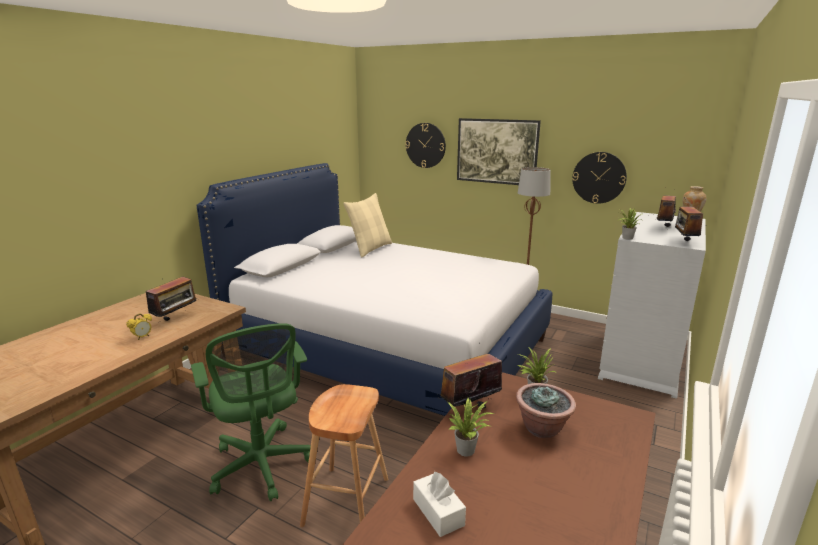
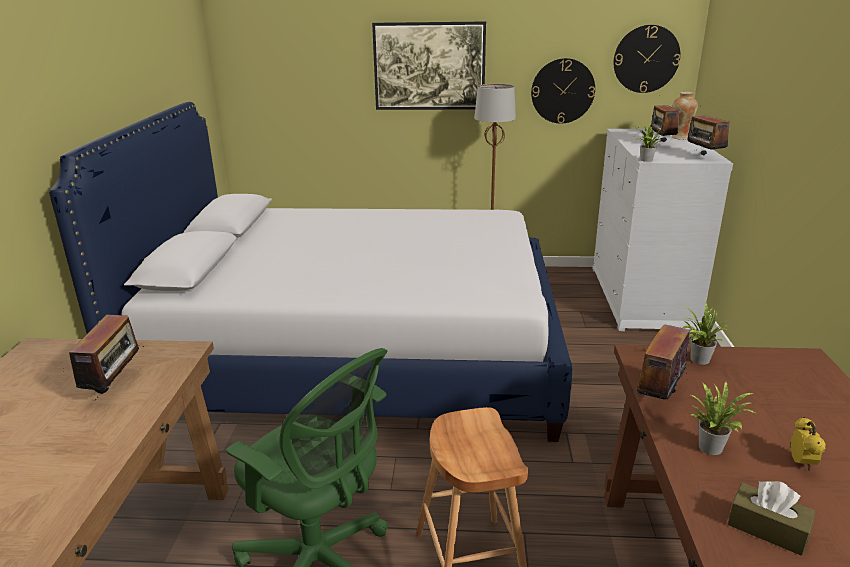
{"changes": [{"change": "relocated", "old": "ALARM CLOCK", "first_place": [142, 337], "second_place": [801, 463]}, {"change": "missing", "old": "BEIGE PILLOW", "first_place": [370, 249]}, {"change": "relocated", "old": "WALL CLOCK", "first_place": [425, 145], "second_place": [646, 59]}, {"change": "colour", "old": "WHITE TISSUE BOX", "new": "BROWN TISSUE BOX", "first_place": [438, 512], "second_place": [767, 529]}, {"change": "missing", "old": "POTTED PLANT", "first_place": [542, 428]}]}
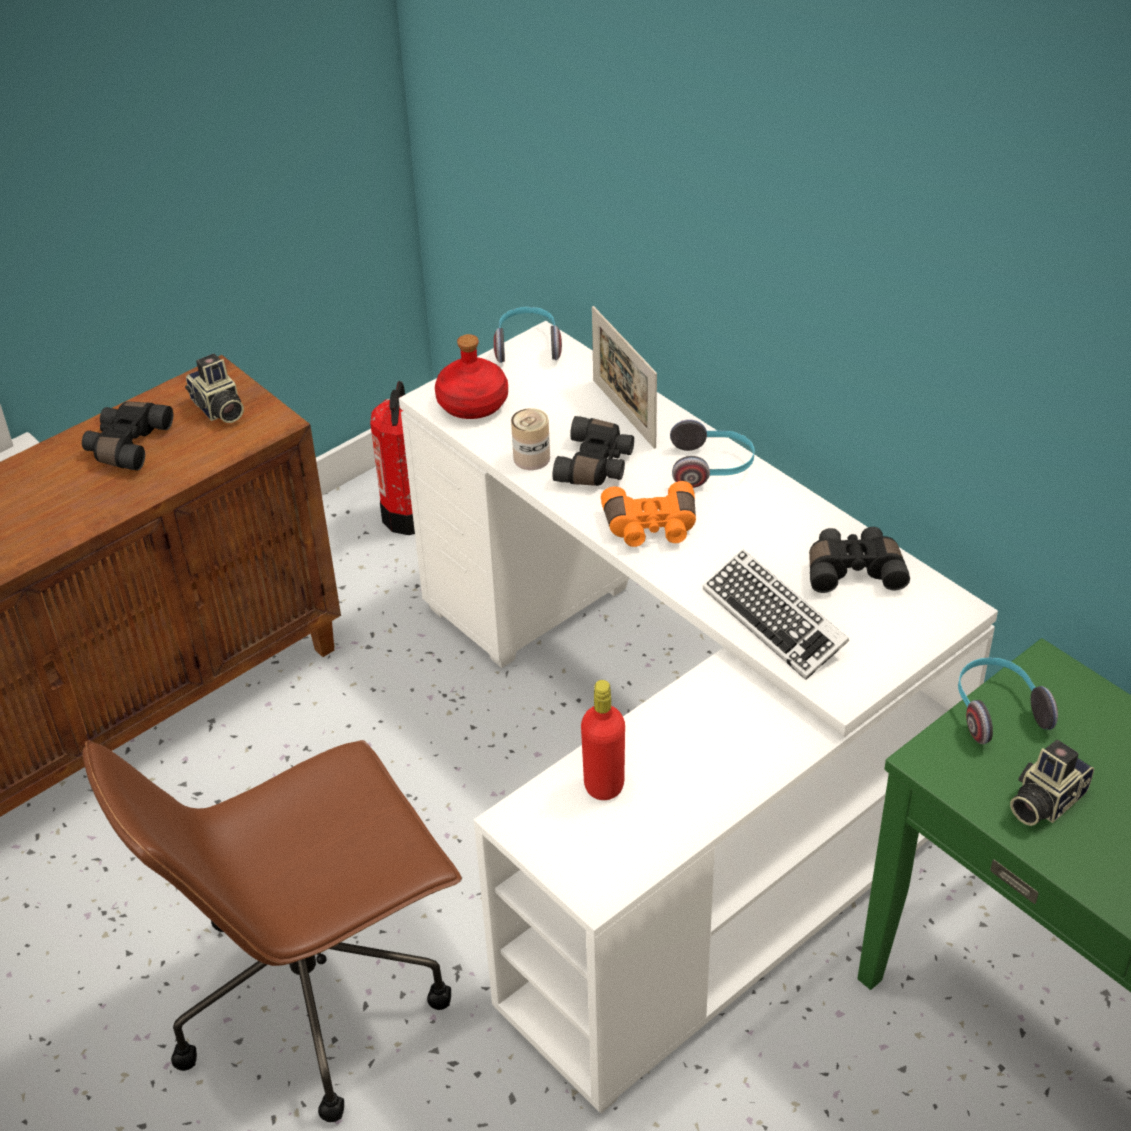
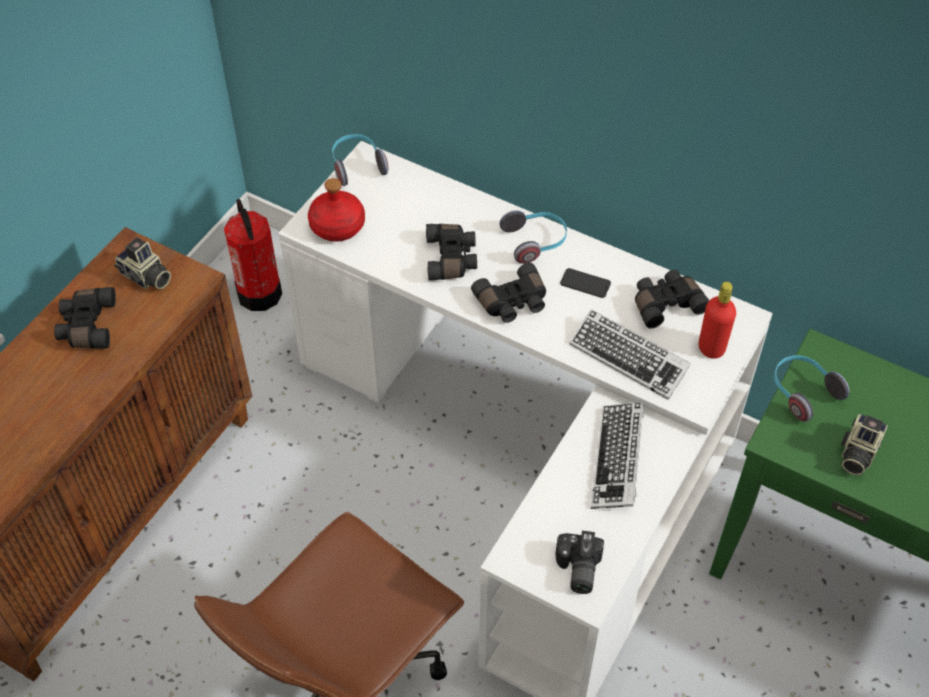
{"changes": [{"change": "missing", "old": "CAN", "first_place": [531, 458]}, {"change": "relocated", "old": "RED BOTTLE", "first_place": [604, 785], "second_place": [711, 348]}, {"change": "missing", "old": "PICTURE FRAME", "first_place": [624, 413]}, {"change": "colour", "old": "ORANGE BINOCULARS", "new": "BLACK BINOCULARS", "first_place": [651, 528], "second_place": [513, 303]}, {"change": "appeared", "new": "PHOTO CAMERA", "second_place": [576, 569]}, {"change": "appeared", "new": "PHONE", "second_place": [585, 283]}, {"change": "appeared", "new": "KEYBOARD", "second_place": [617, 460]}]}
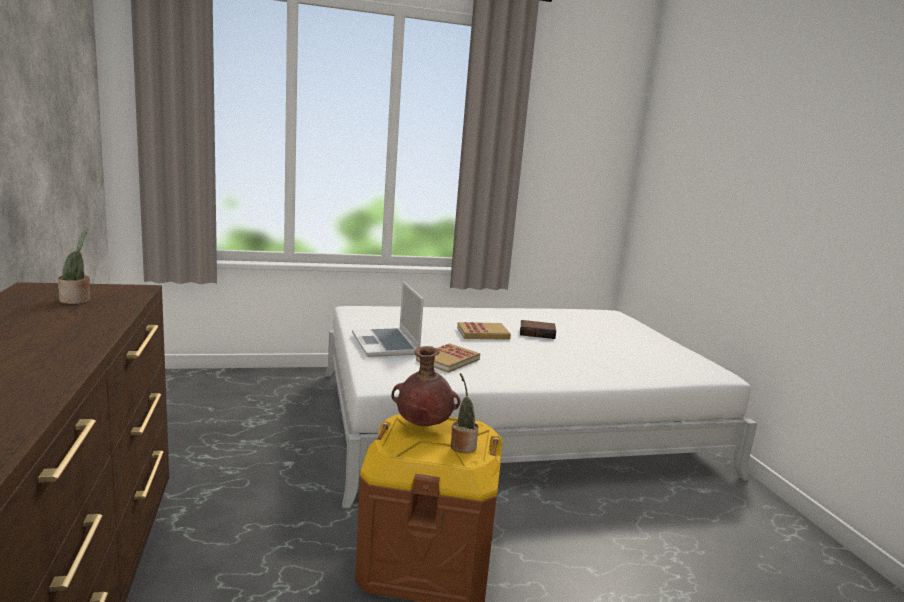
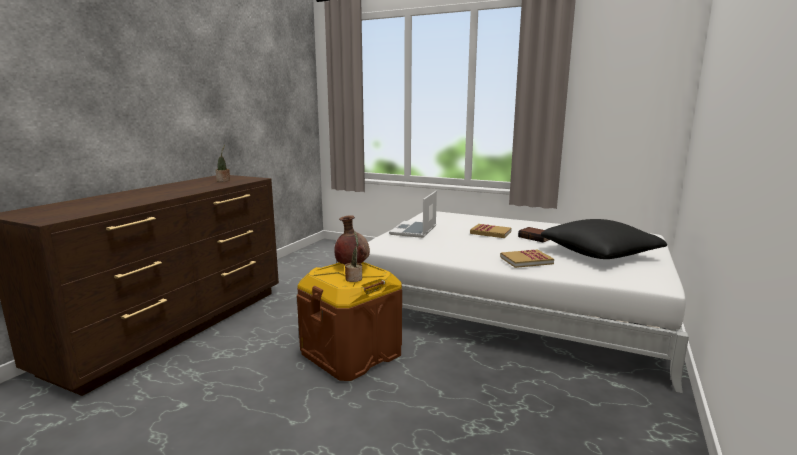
{"changes": [{"change": "relocated", "old": "BOOK", "first_place": [448, 360], "second_place": [526, 260]}, {"change": "appeared", "new": "BLACK PILLOW", "second_place": [599, 254]}]}
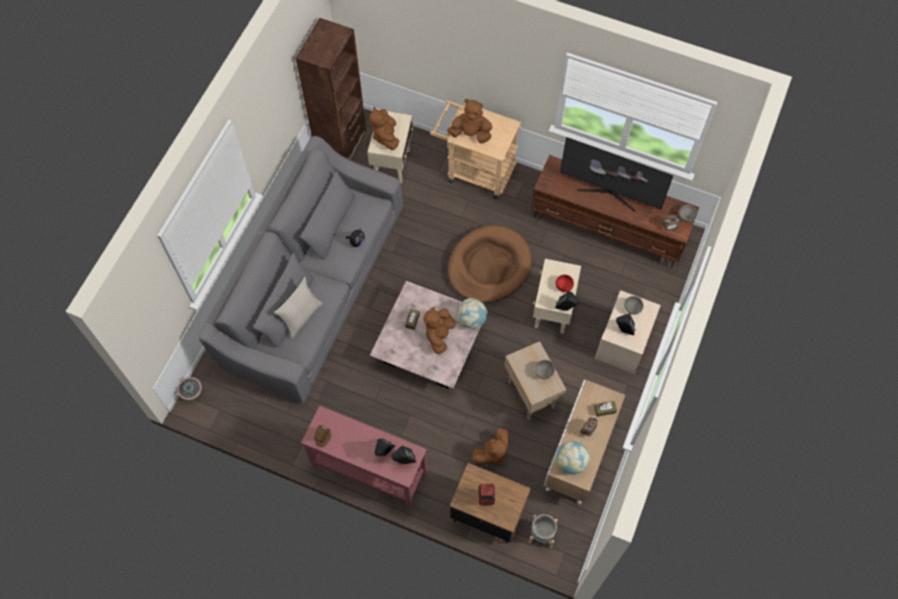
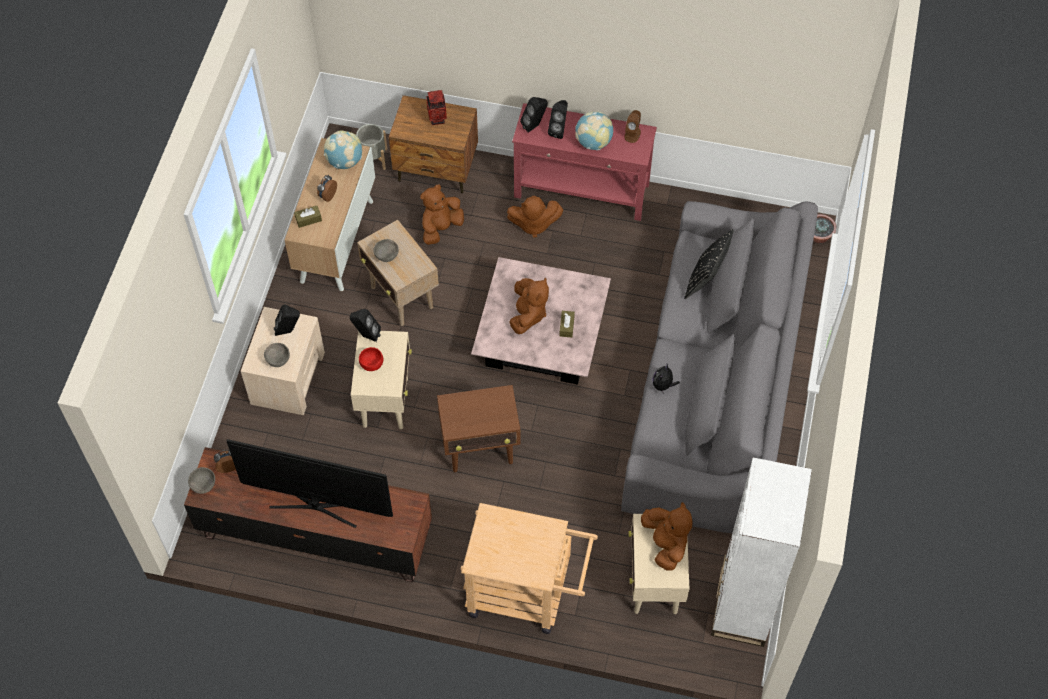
{"changes": [{"change": "colour", "old": "BEIGE PILLOW", "new": "BLACK PILLOW", "first_place": [301, 317], "second_place": [706, 279]}, {"change": "colour", "old": "BROWN BOOKCASE", "new": "WHITE BOOKCASE", "first_place": [341, 144], "second_place": [742, 605]}, {"change": "relocated", "old": "BROWN PLUSH TOY", "first_place": [471, 134], "second_place": [533, 224]}, {"change": "exchanged", "old": "BROWN DOG BED", "new": "BROWN SIDE TABLE", "first_place": [489, 266], "second_place": [481, 450]}, {"change": "relocated", "old": "GLOBE", "first_place": [471, 319], "second_place": [593, 142]}]}
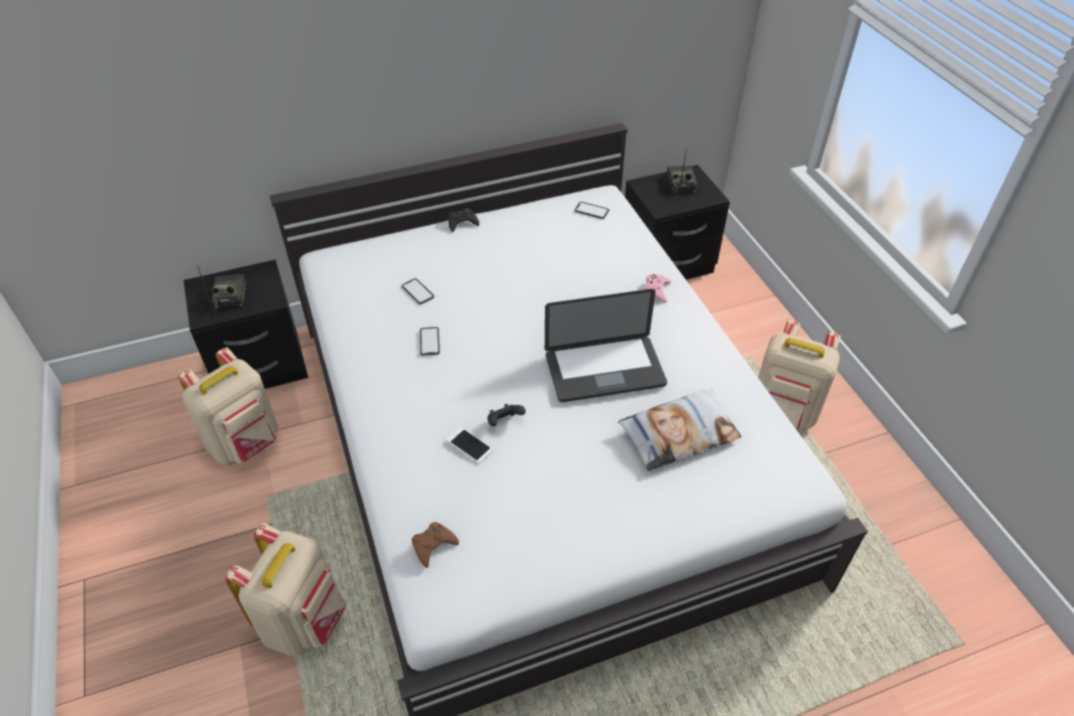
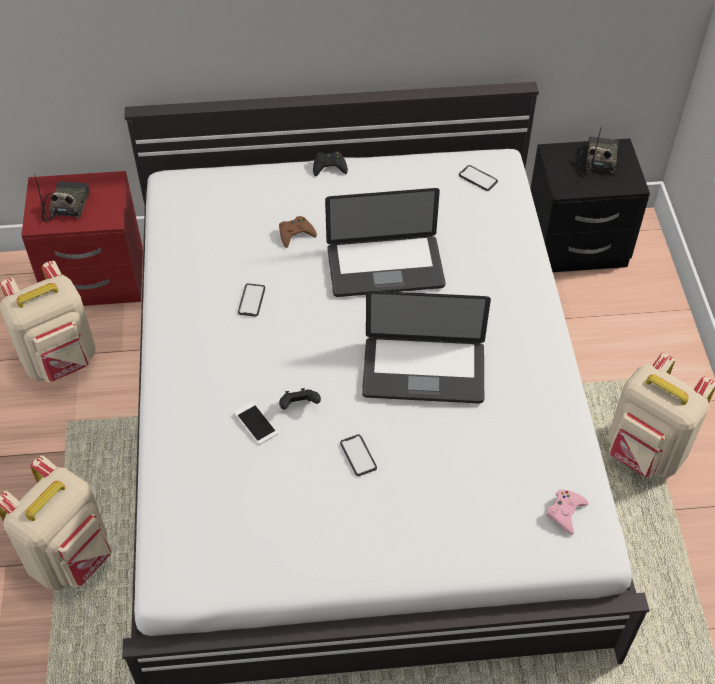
{"changes": [{"change": "colour", "old": "BLACK NIGHTSTAND", "new": "RED NIGHTSTAND", "first_place": [260, 367], "second_place": [96, 280]}, {"change": "relocated", "old": "PHONE", "first_place": [417, 291], "second_place": [358, 455]}, {"change": "relocated", "old": "BROWN GAME CONTROLLER", "first_place": [433, 545], "second_place": [295, 234]}, {"change": "missing", "old": "PILLOW", "first_place": [678, 433]}, {"change": "relocated", "old": "PINK GAME CONTROLLER", "first_place": [656, 290], "second_place": [565, 512]}, {"change": "appeared", "new": "LAPTOP", "second_place": [385, 267]}]}
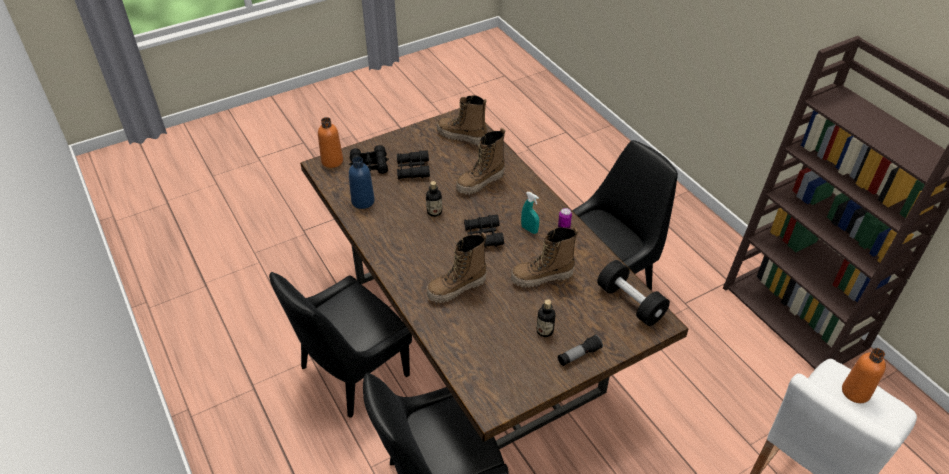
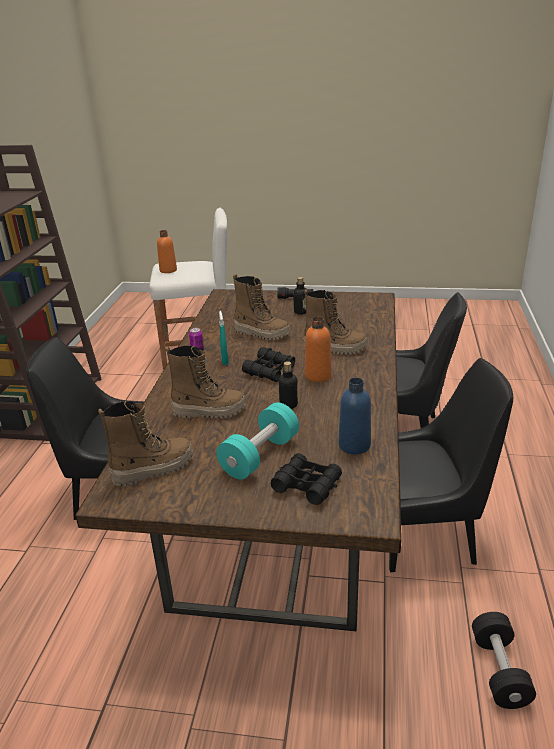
{"changes": [{"change": "relocated", "old": "ORANGE BOTTLE", "first_place": [332, 161], "second_place": [318, 376]}, {"change": "exchanged", "old": "BLACK BINOCULARS", "new": "TURQUOISE DUMBBELL", "first_place": [413, 169], "second_place": [260, 456]}, {"change": "spun", "old": "BOOT", "first_place": [462, 137], "second_place": [153, 469], "degrees": -90}, {"change": "relocated", "old": "BLACK DUMBBELL", "first_place": [630, 303], "second_place": [499, 671]}]}
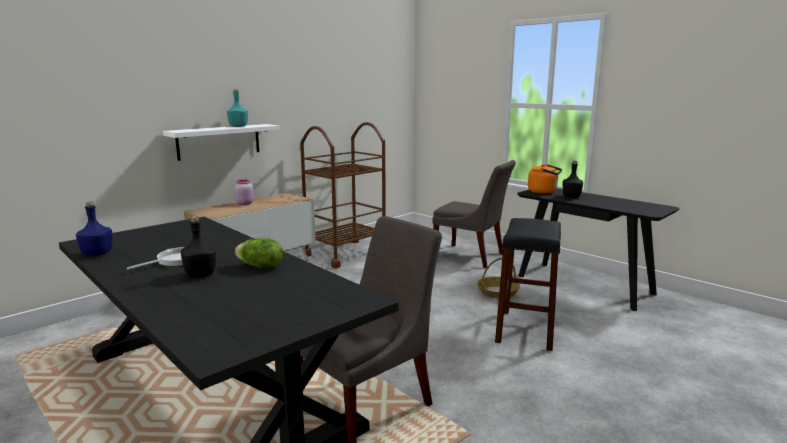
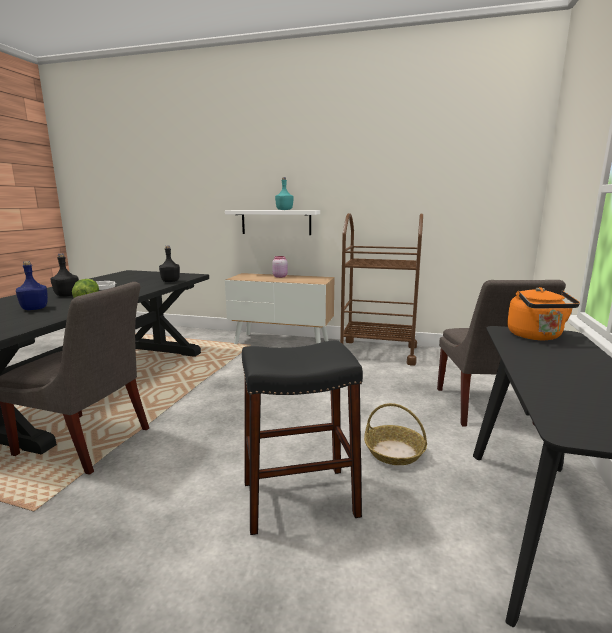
{"changes": [{"change": "relocated", "old": "BLUE BOTTLE", "first_place": [97, 254], "second_place": [34, 309]}, {"change": "relocated", "old": "BLACK BOTTLE", "first_place": [571, 197], "second_place": [170, 281]}]}
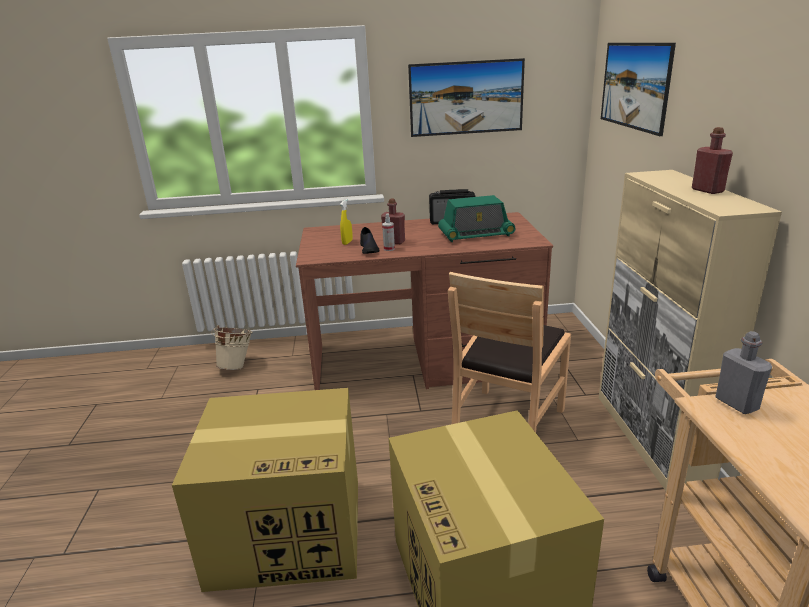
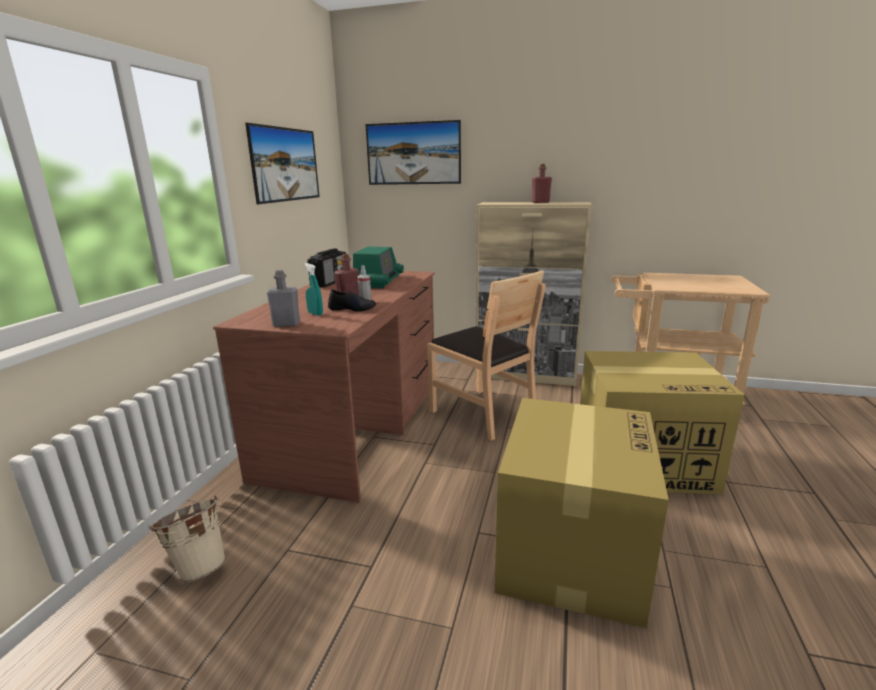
{"changes": [{"change": "colour", "old": "YELLOW SPRAY BOTTLE", "new": "TURQUOISE SPRAY BOTTLE", "first_place": [347, 242], "second_place": [315, 314]}, {"change": "relocated", "old": "GREY BOTTLE", "first_place": [736, 403], "second_place": [286, 324]}]}
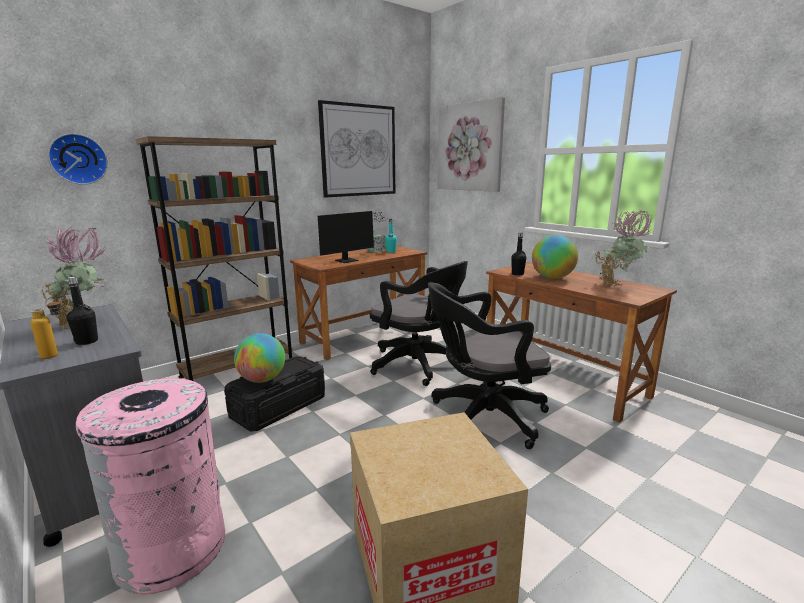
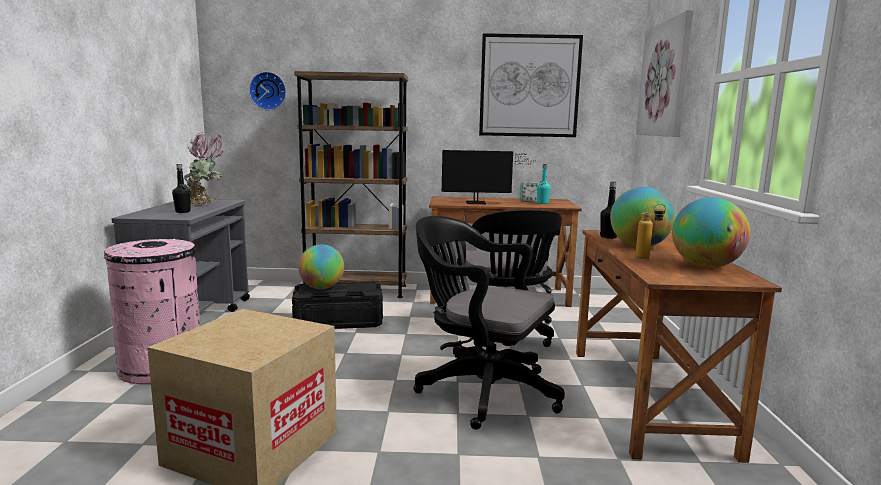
{"changes": [{"change": "relocated", "old": "BOTTLE", "first_place": [57, 354], "second_place": [648, 257]}, {"change": "exchanged", "old": "POTTED PLANT", "new": "GLOBE", "first_place": [618, 284], "second_place": [705, 266]}]}
